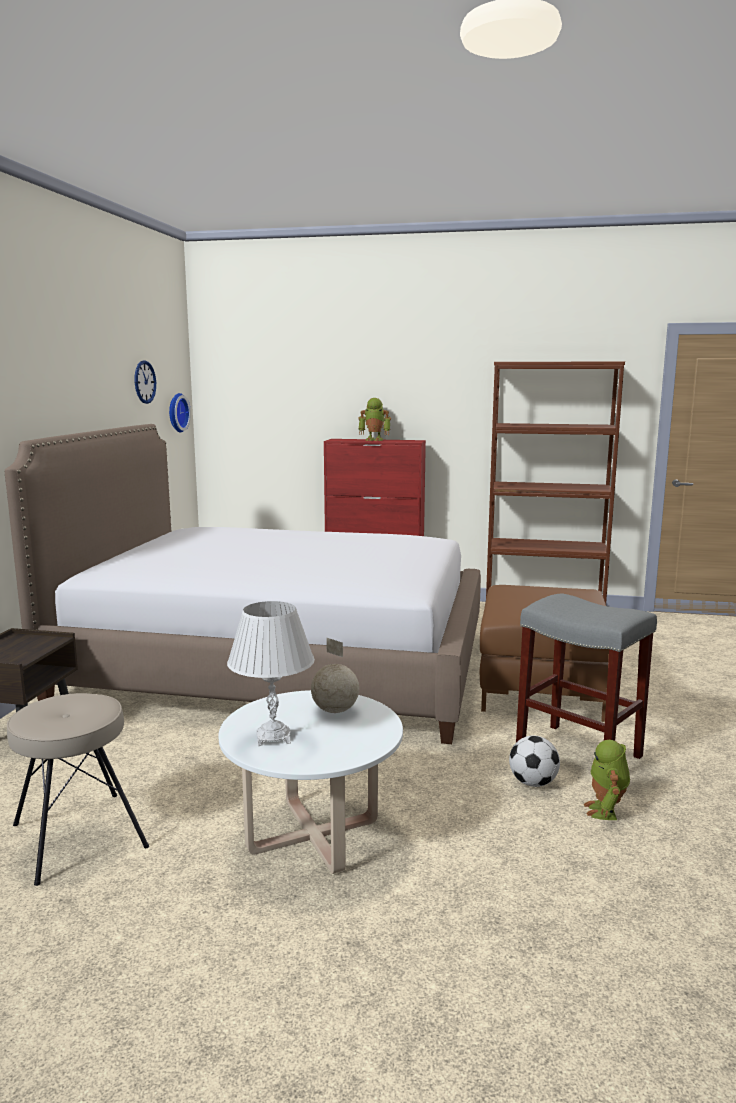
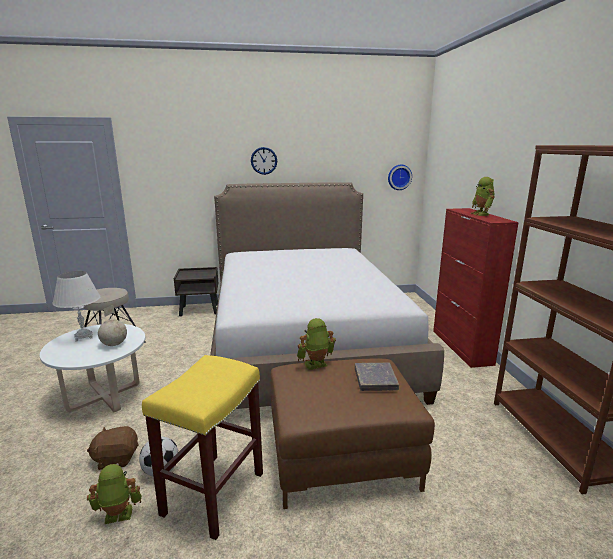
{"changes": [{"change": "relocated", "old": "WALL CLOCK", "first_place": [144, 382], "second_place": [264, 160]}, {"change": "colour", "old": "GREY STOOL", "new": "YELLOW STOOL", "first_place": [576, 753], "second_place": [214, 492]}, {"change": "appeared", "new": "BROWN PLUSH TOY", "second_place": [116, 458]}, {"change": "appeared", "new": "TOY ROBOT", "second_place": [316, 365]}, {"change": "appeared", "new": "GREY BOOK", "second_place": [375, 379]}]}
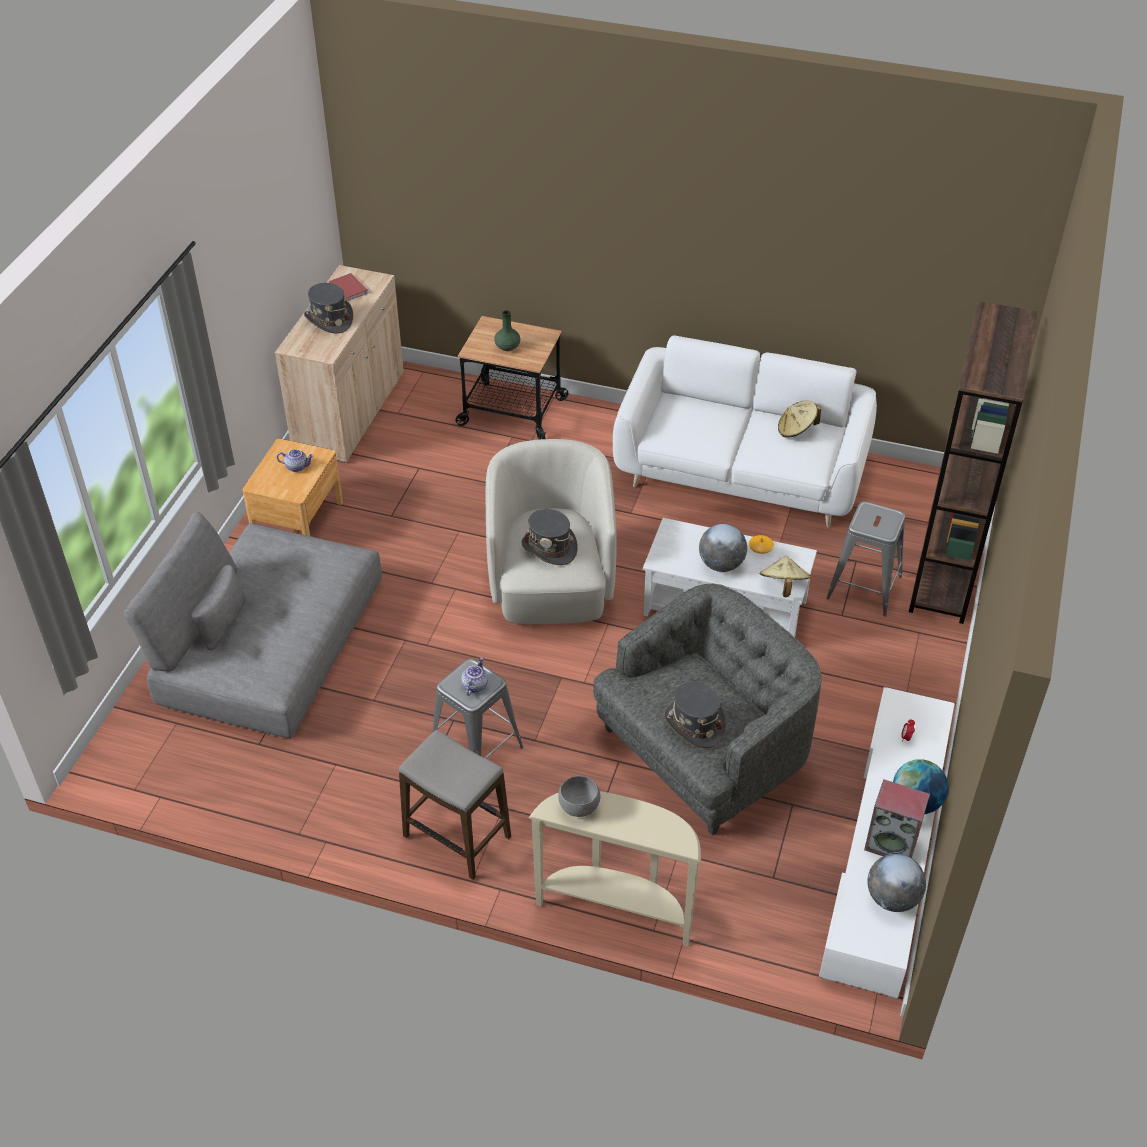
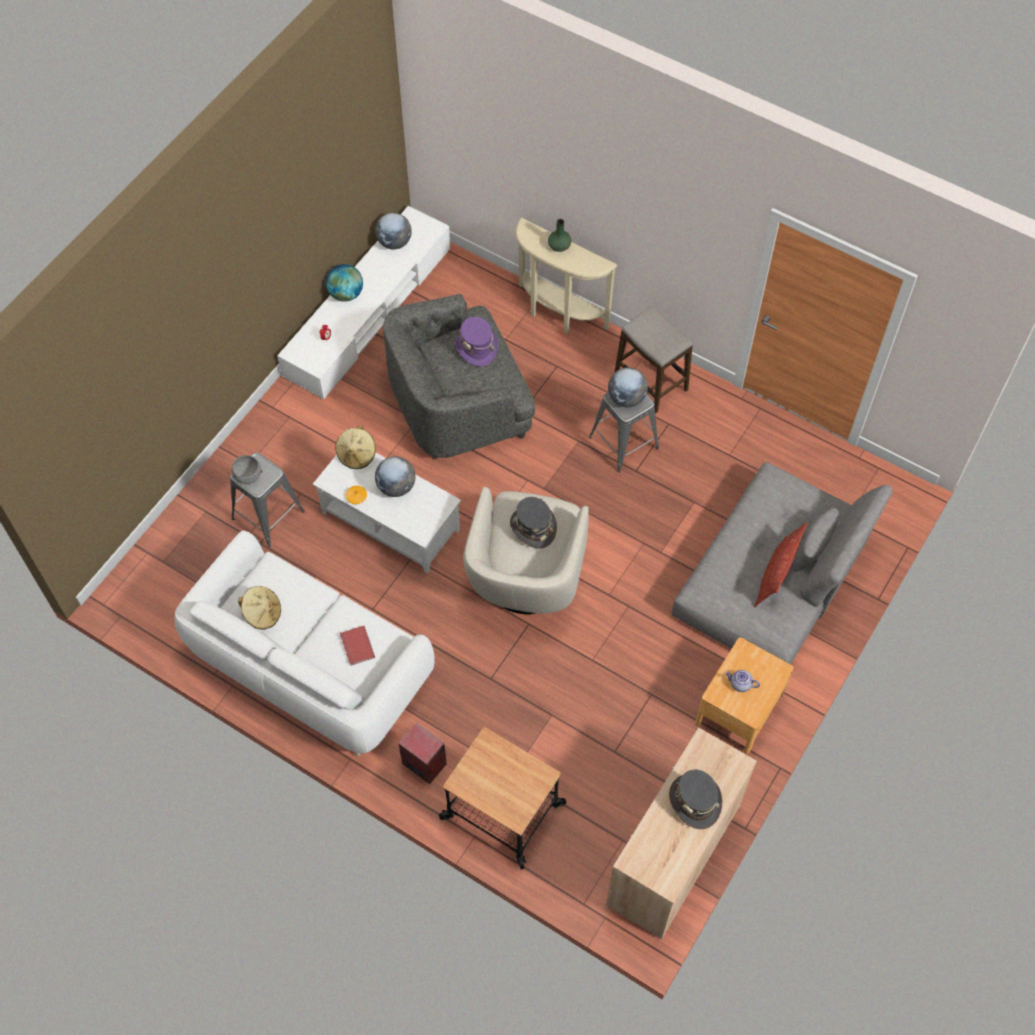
{"changes": [{"change": "relocated", "old": "RED BOOK", "first_place": [349, 288], "second_place": [356, 646]}, {"change": "exchanged", "old": "TEAPOT", "new": "GLOBE", "first_place": [474, 685], "second_place": [626, 398]}, {"change": "relocated", "old": "GREEN VASE", "first_place": [507, 347], "second_place": [559, 246]}, {"change": "relocated", "old": "GREY BOWL", "first_place": [579, 806], "second_place": [248, 476]}, {"change": "colour", "old": "GREY HAT", "new": "PURPLE HAT", "first_place": [694, 724], "second_place": [477, 347]}, {"change": "relocated", "old": "SPEAKER", "first_place": [892, 843], "second_place": [423, 764]}, {"change": "missing", "old": "BROWN BOOKCASE", "first_place": [945, 573]}, {"change": "appeared", "new": "PILLOW", "second_place": [776, 574]}]}
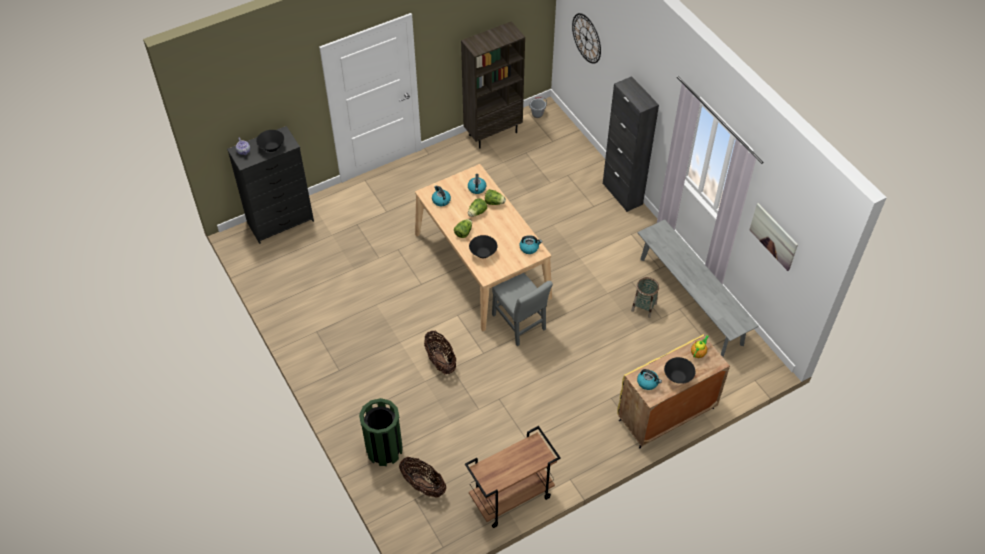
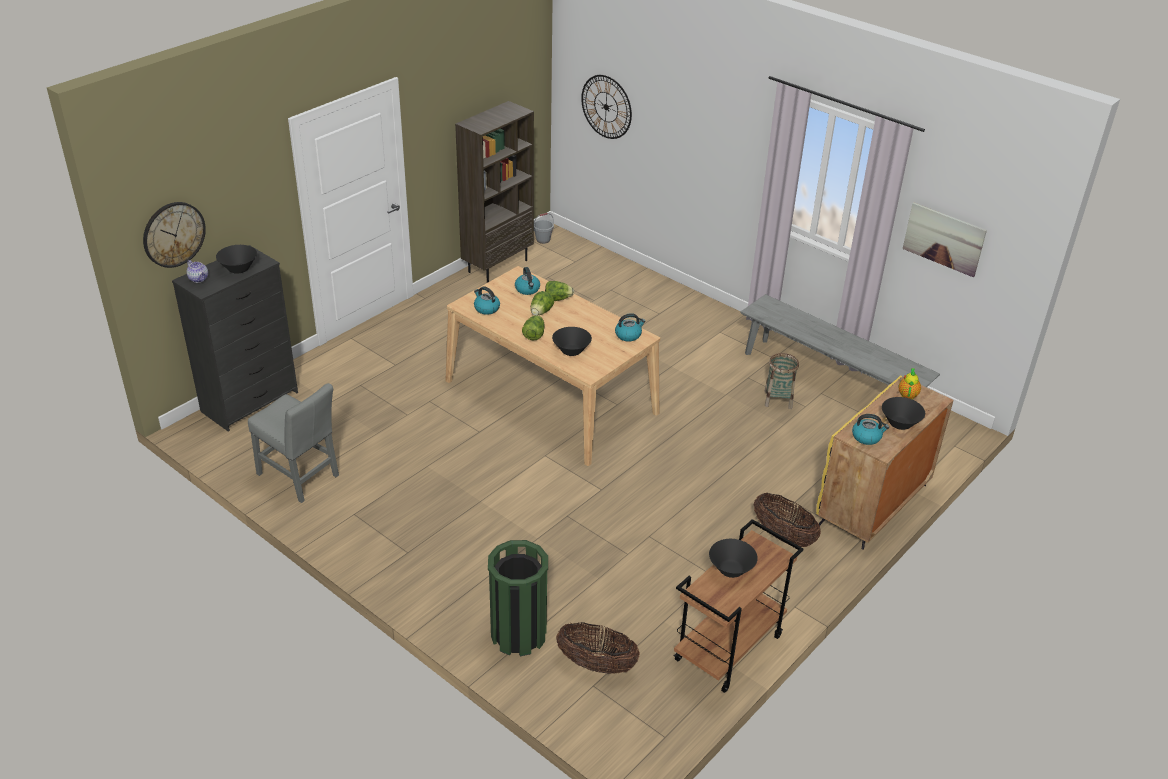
{"changes": [{"change": "relocated", "old": "BASKET", "first_place": [440, 361], "second_place": [783, 536]}, {"change": "relocated", "old": "GREY CHAIR", "first_place": [520, 324], "second_place": [300, 477]}, {"change": "missing", "old": "BLACK CABINET", "first_place": [622, 194]}, {"change": "appeared", "new": "WALL CLOCK", "second_place": [173, 234]}, {"change": "appeared", "new": "BLACK BOWL", "second_place": [731, 569]}]}
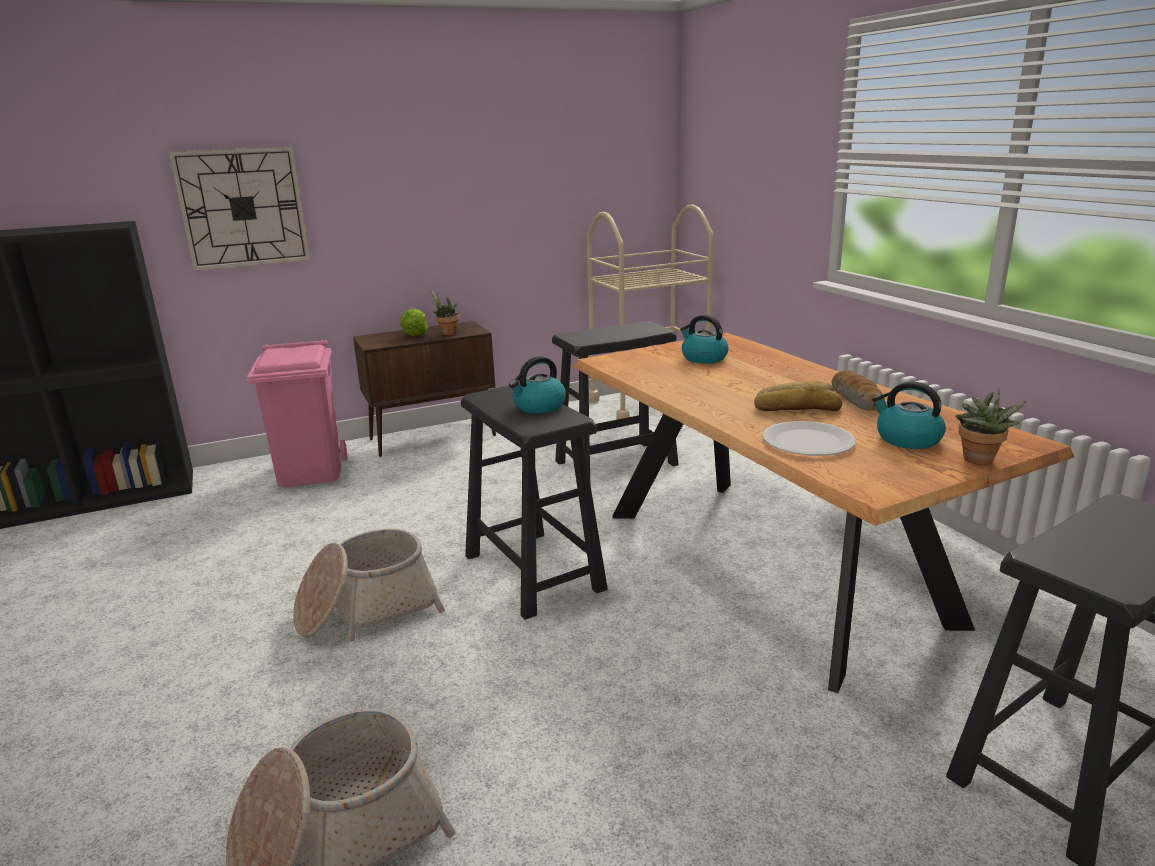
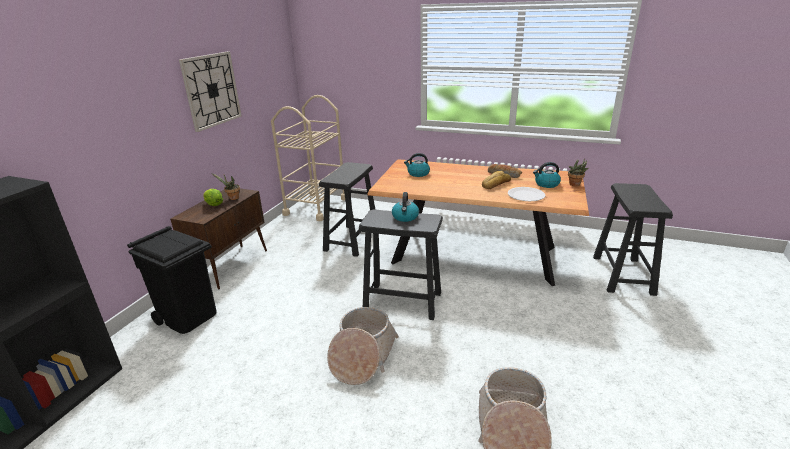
{"changes": [{"change": "relocated", "old": "WALL CLOCK", "first_place": [242, 208], "second_place": [211, 90]}, {"change": "colour", "old": "PINK TRASH CAN", "new": "BLACK TRASH CAN", "first_place": [311, 472], "second_place": [189, 316]}]}
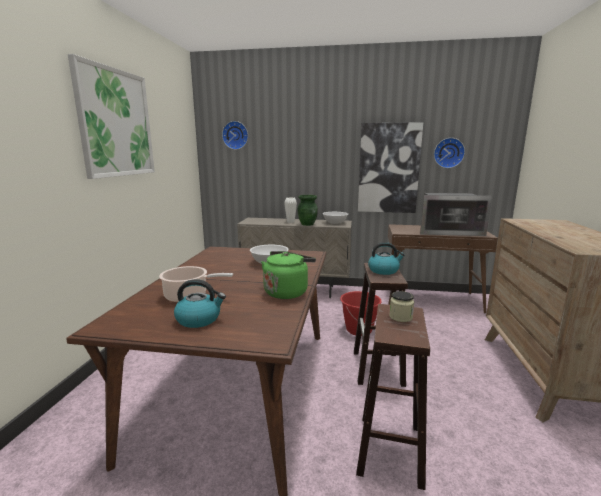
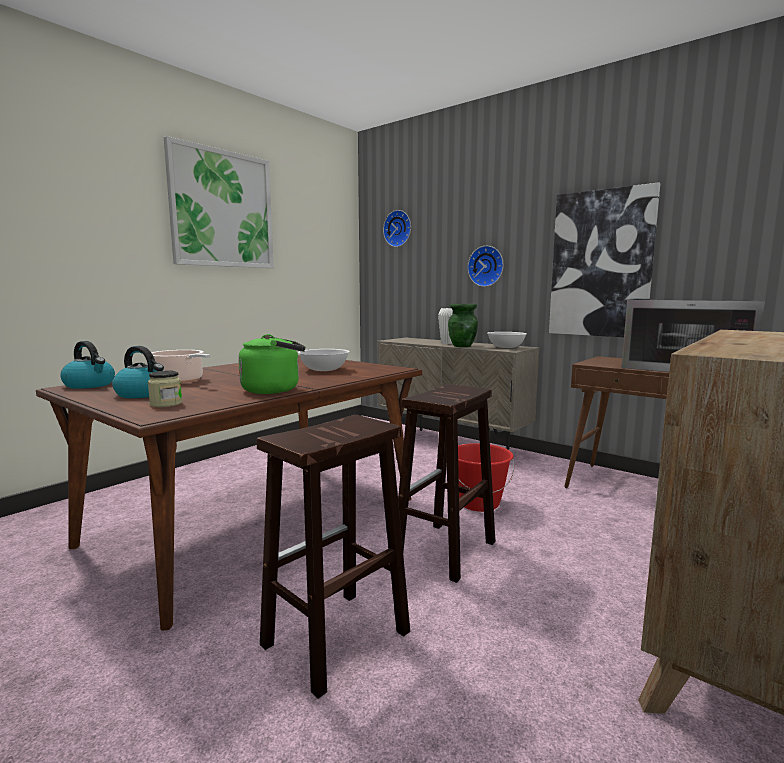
{"changes": [{"change": "relocated", "old": "KETTLE", "first_place": [384, 270], "second_place": [90, 385]}, {"change": "relocated", "old": "JAR", "first_place": [400, 317], "second_place": [166, 404]}, {"change": "relocated", "old": "WALL CLOCK", "first_place": [448, 153], "second_place": [486, 266]}]}
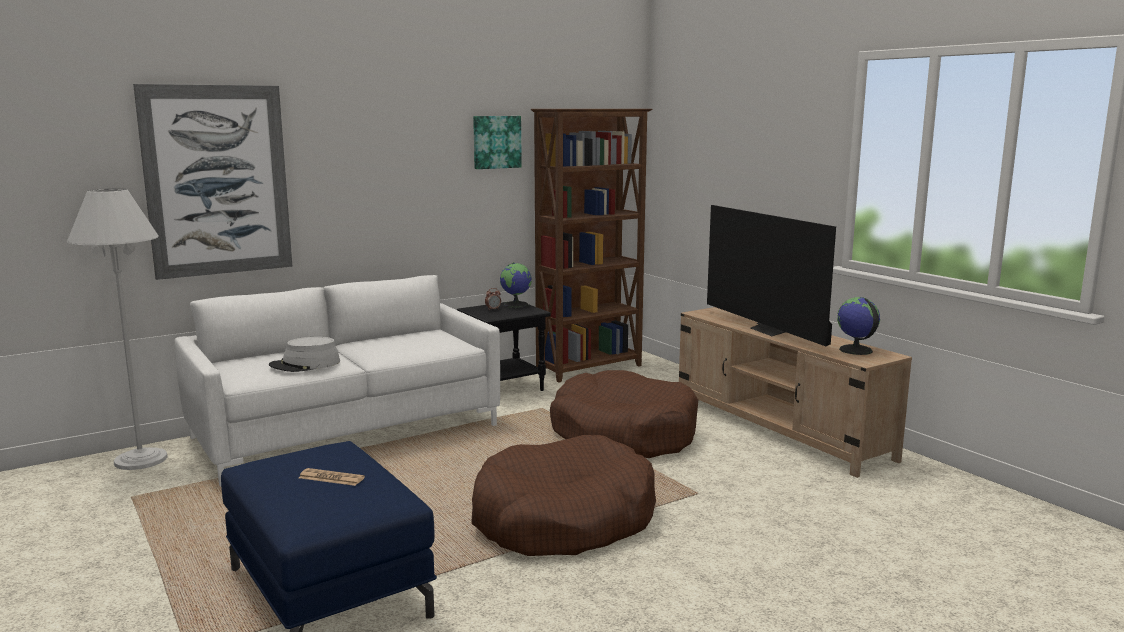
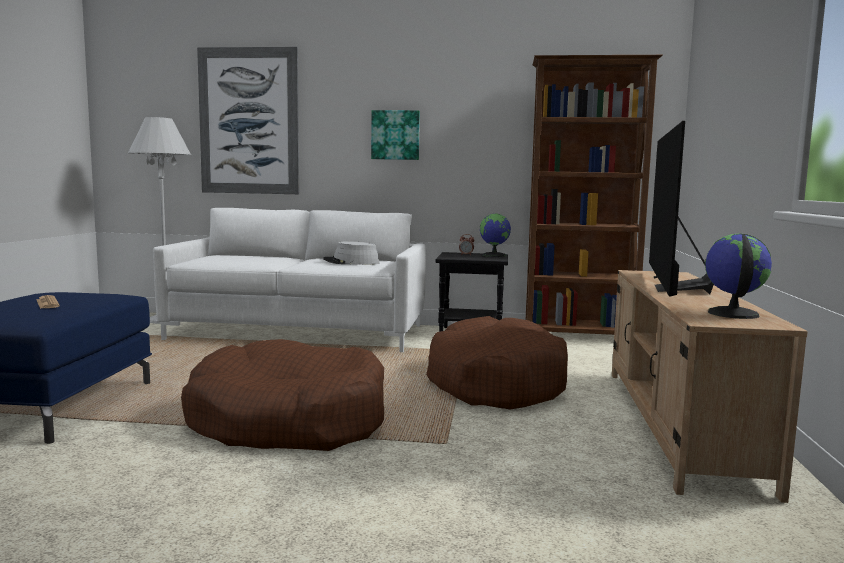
{"changes": [{"change": "relocated", "old": "GREY HAT", "first_place": [305, 364], "second_place": [351, 262]}, {"change": "relocated", "old": "PICTURE", "first_place": [496, 142], "second_place": [395, 135]}]}
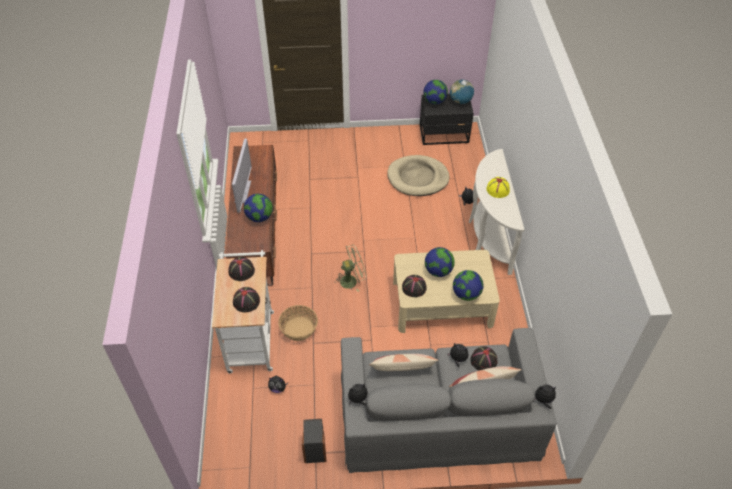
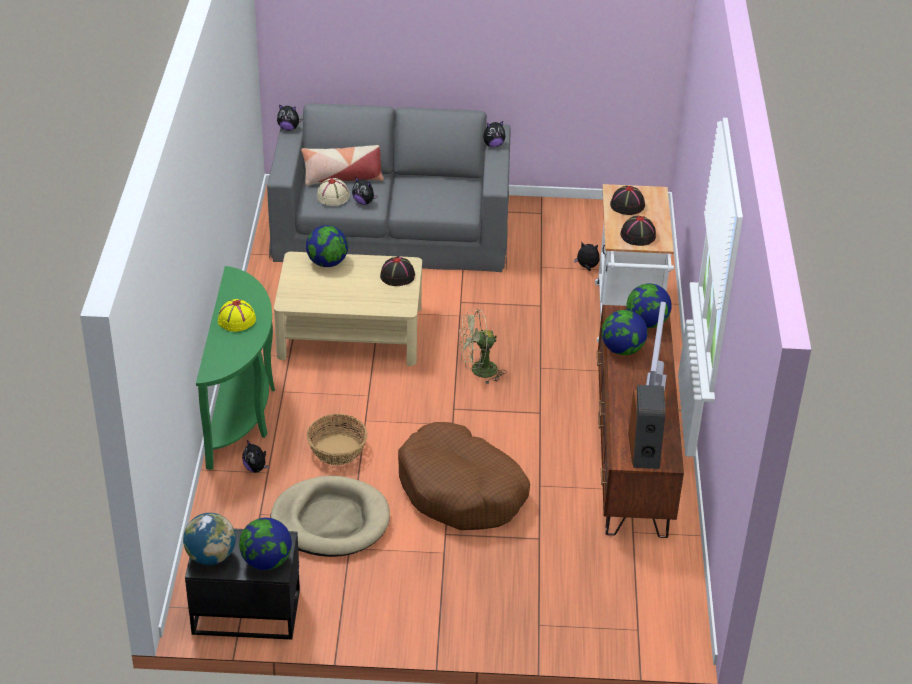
{"changes": [{"change": "relocated", "old": "BASKET", "first_place": [299, 328], "second_place": [337, 450]}, {"change": "relocated", "old": "SPEAKER", "first_place": [315, 447], "second_place": [645, 450]}, {"change": "missing", "old": "PILLOW", "first_place": [402, 370]}, {"change": "relocated", "old": "GLOBE", "first_place": [438, 271], "second_place": [646, 323]}, {"change": "colour", "old": "WHITE CONSOLE TABLE", "new": "GREEN CONSOLE TABLE", "first_place": [488, 236], "second_place": [243, 412]}, {"change": "colour", "old": "BLACK HAT", "new": "BEIGE HAT", "first_place": [483, 360], "second_place": [333, 196]}, {"change": "appeared", "new": "BROWN DOG BED", "second_place": [461, 490]}]}
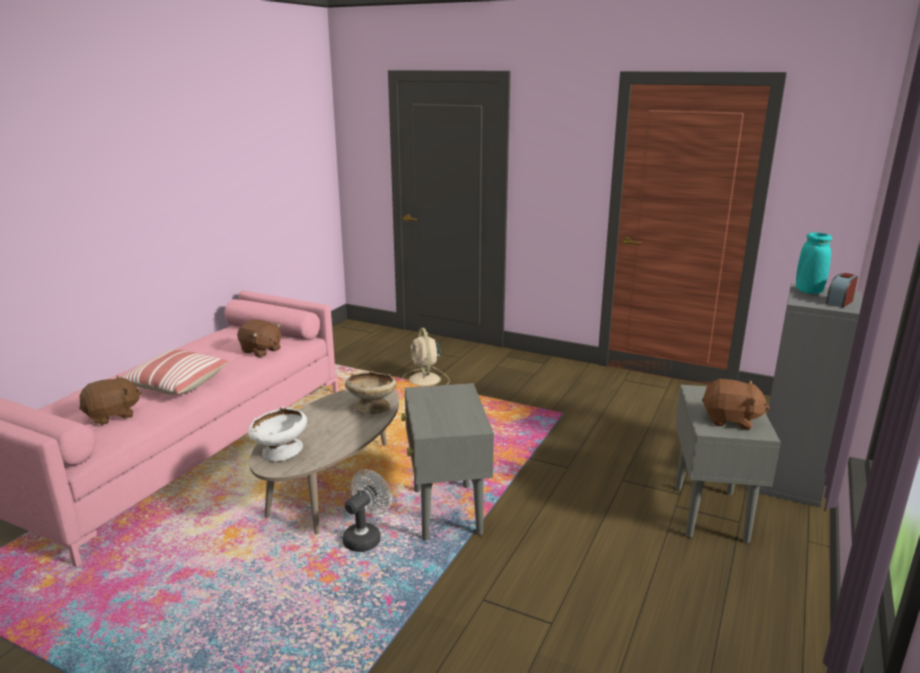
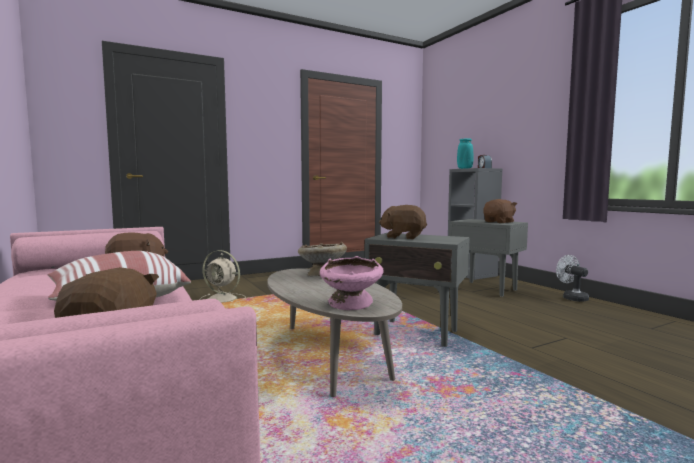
{"changes": [{"change": "colour", "old": "WHITE BOWL", "new": "PINK BOWL", "first_place": [280, 453], "second_place": [351, 304]}, {"change": "relocated", "old": "WHITE FAN", "first_place": [366, 537], "second_place": [572, 298]}, {"change": "appeared", "new": "BROWN PLUSH TOY", "second_place": [403, 237]}]}
